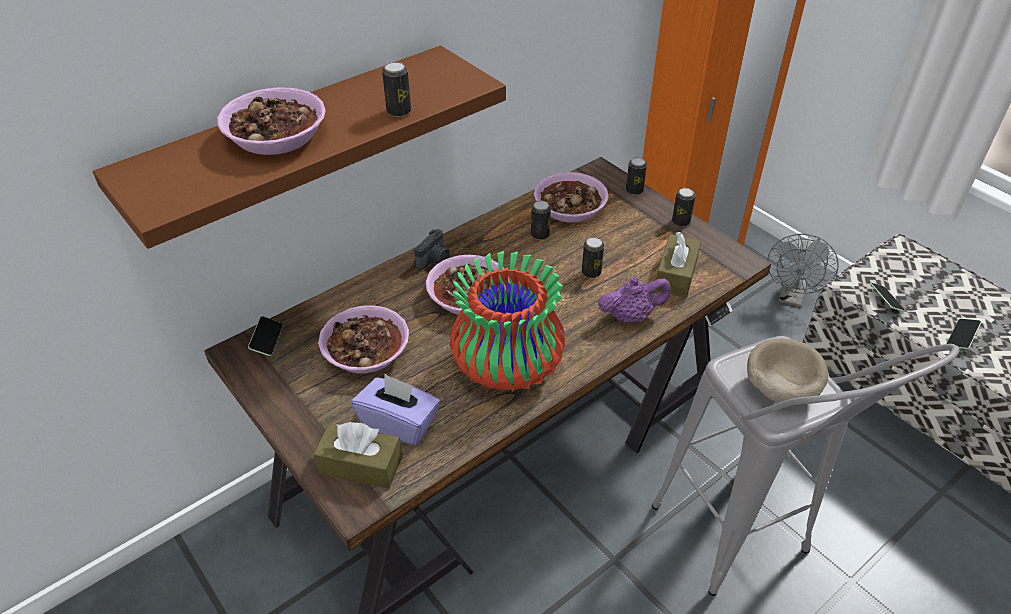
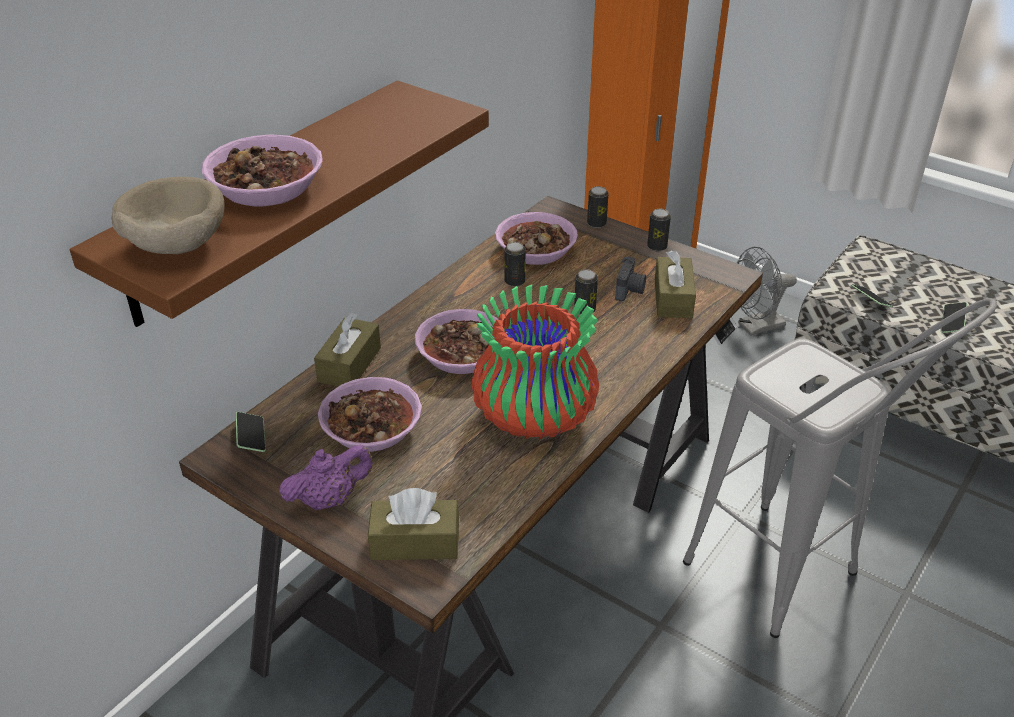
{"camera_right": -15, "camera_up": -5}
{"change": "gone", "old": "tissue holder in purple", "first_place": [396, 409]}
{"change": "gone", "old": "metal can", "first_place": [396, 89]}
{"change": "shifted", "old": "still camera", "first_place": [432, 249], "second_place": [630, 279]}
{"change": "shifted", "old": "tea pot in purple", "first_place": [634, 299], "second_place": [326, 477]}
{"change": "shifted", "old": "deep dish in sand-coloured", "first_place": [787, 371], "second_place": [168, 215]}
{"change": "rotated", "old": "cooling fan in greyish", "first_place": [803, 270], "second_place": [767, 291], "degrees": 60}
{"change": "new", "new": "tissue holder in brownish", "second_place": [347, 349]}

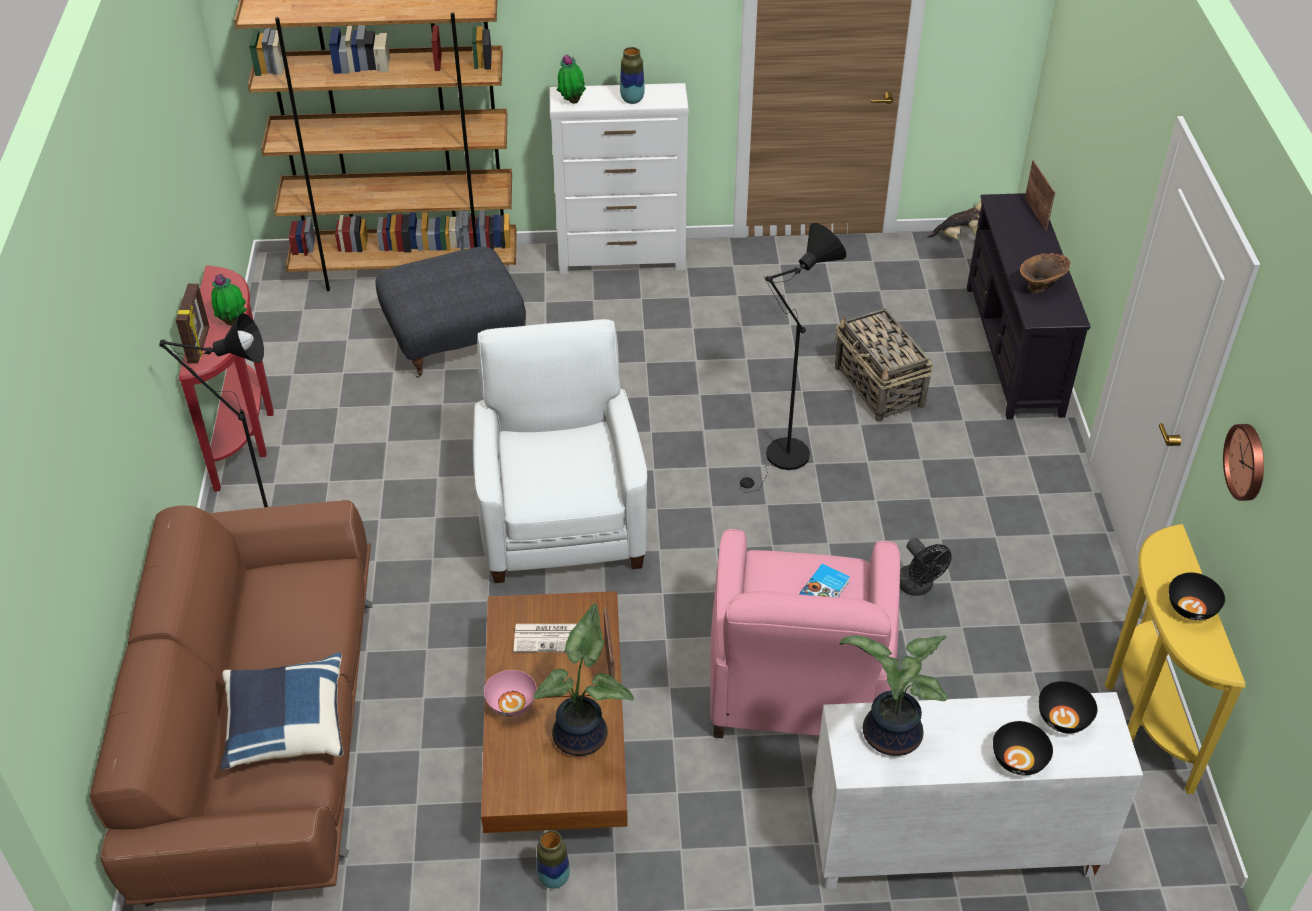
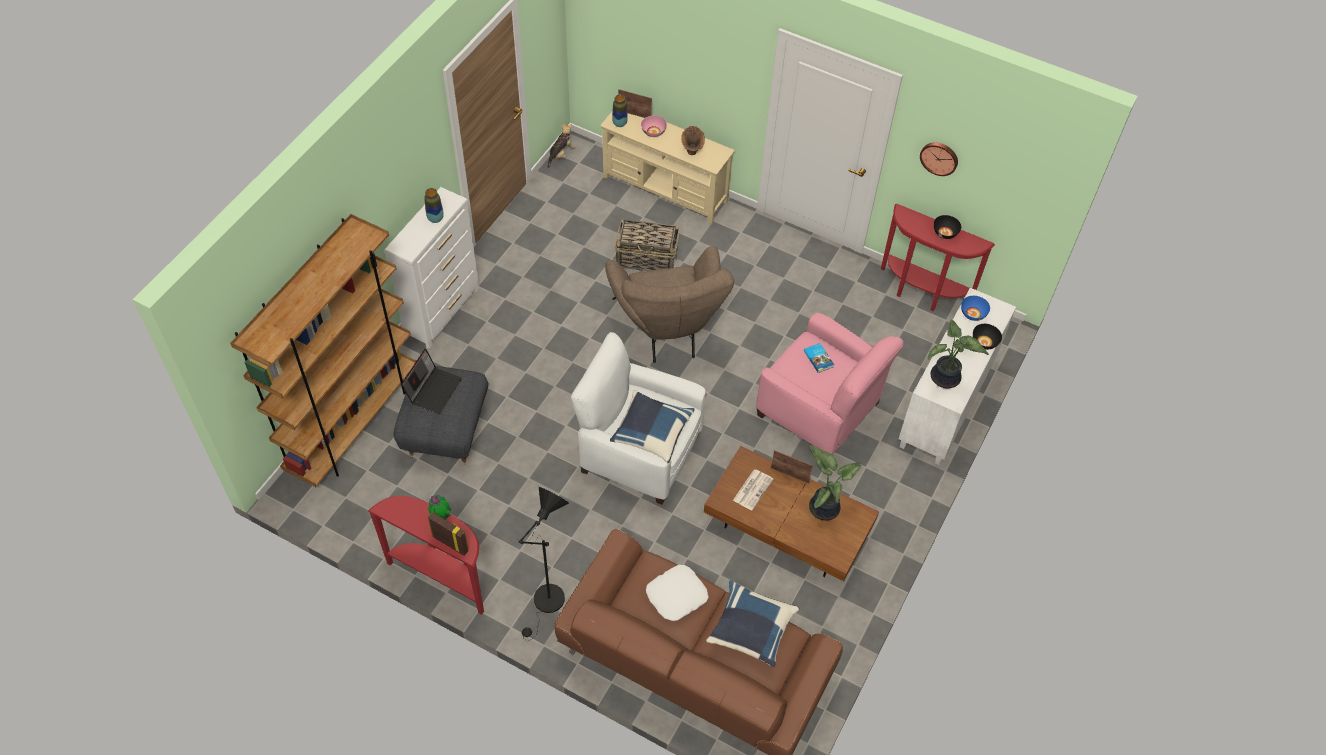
{"camera_right": -60, "camera_up": 10}
{"change": "shifted", "old": "deep dish in pinkish", "first_place": [510, 693], "second_place": [654, 126]}
{"change": "shifted", "old": "decorative vase", "first_place": [553, 859], "second_place": [620, 111]}
{"change": "gone", "old": "houseplant", "first_place": [571, 79]}
{"change": "swapped", "old": "standing lamp in black-coloured", "new": "easy chair in brownish", "first_place": [793, 358], "second_place": [669, 304]}
{"change": "gone", "old": "cooling fan in black-coloured", "first_place": [925, 567]}
{"change": "repainted", "old": "tv stand in black-coloured", "new": "tv stand in sand-coloured", "first_place": [1029, 306], "second_place": [667, 168]}
{"change": "repainted", "old": "deep dish in black-coloured", "new": "deep dish in blue-coloured", "first_place": [1068, 707], "second_place": [975, 308]}
{"change": "repainted", "old": "hall table in yellow", "new": "hall table in red-coloured", "first_place": [1175, 659], "second_place": [938, 258]}
{"change": "new", "new": "notebook computer", "second_place": [431, 381]}
{"change": "new", "new": "cushion in blue-coloured", "second_place": [652, 426]}
{"change": "new", "new": "cushion in white-coloured", "second_place": [677, 593]}

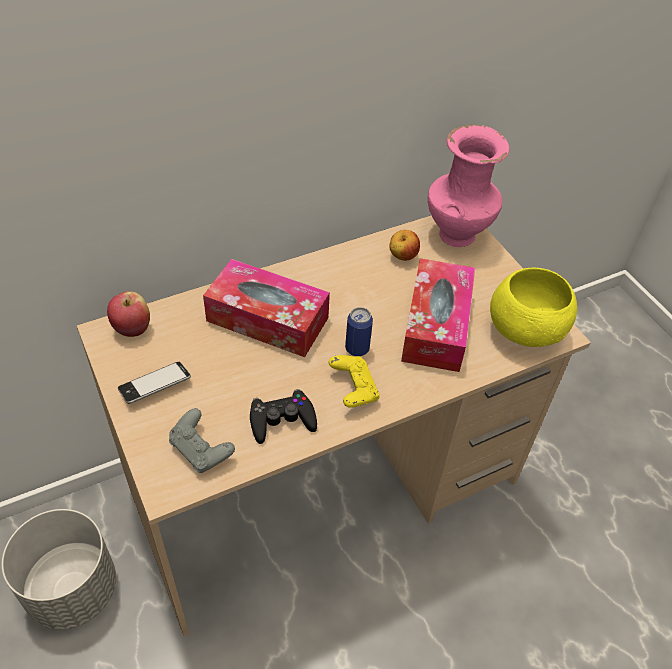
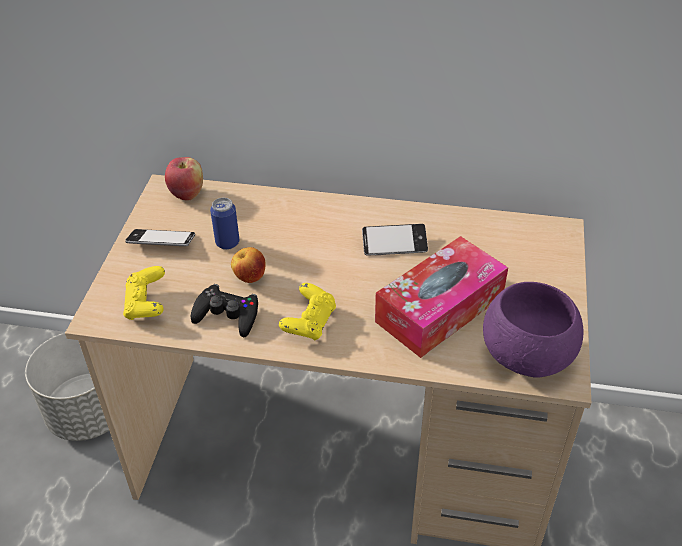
{"camera_right": 40, "camera_up": -5}
{"change": "repainted", "old": "gamepad in greyish", "new": "gamepad in yellow", "first_place": [202, 440], "second_place": [144, 293]}
{"change": "gone", "old": "tissue holder", "first_place": [266, 308]}
{"change": "shifted", "old": "metal can", "first_place": [359, 331], "second_place": [224, 224]}
{"change": "shifted", "old": "apple", "first_place": [404, 245], "second_place": [248, 265]}
{"change": "gone", "old": "decorative vase in pinkish", "first_place": [468, 186]}
{"change": "repainted", "old": "deep dish in yellow", "new": "deep dish in purple", "first_place": [533, 307], "second_place": [533, 330]}
{"change": "new", "new": "telephone", "second_place": [395, 240]}

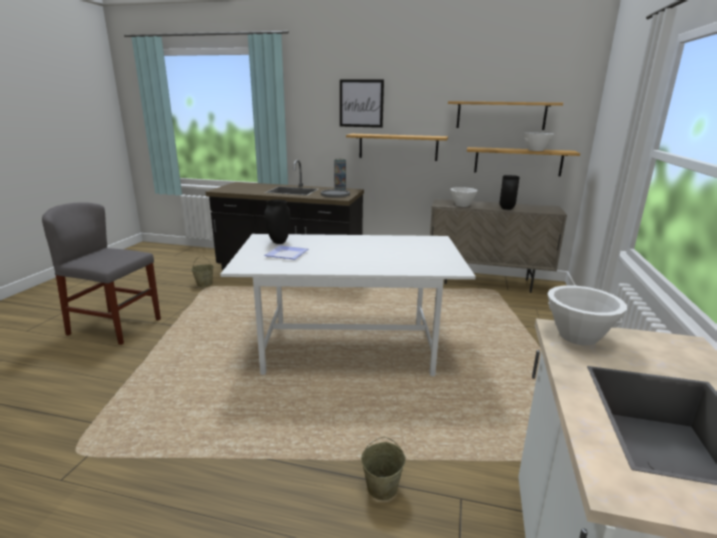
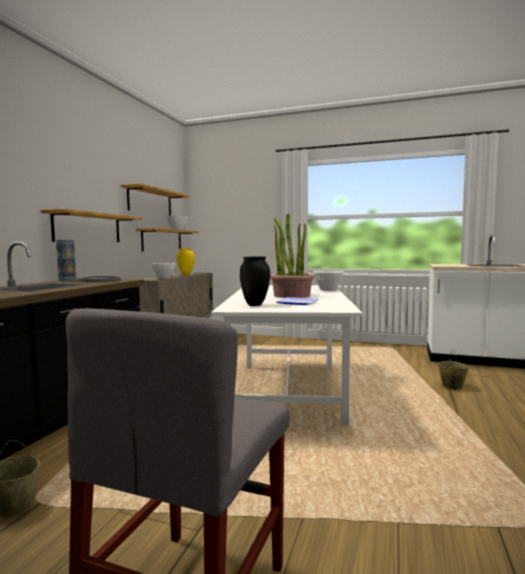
{"camera_right": -85, "camera_up": -15}
{"change": "gone", "old": "picture", "first_place": [362, 103]}
{"change": "repainted", "old": "decorative vase in black-coloured", "new": "decorative vase in yellow", "first_place": [510, 192], "second_place": [186, 262]}
{"change": "shifted", "old": "deep dish in white-coloured", "first_place": [587, 315], "second_place": [328, 281]}
{"change": "new", "new": "houseplant", "second_place": [292, 255]}

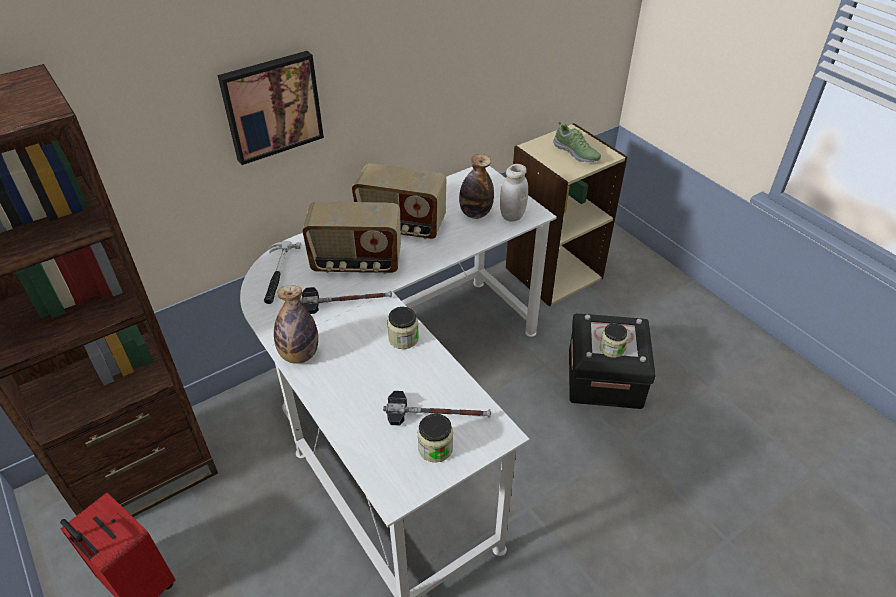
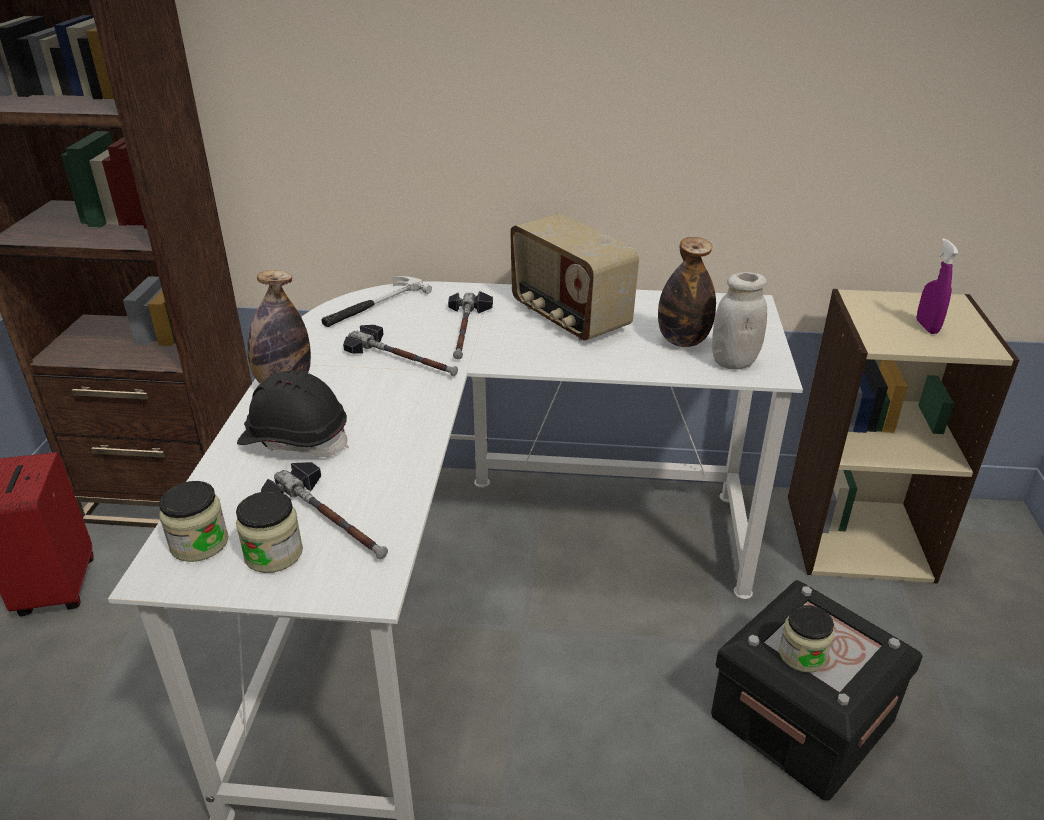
{"camera_right": 40, "camera_up": -10}
{"change": "gone", "old": "picture", "first_place": [271, 108]}
{"change": "swapped", "old": "radio receiver", "new": "tool hammer", "first_place": [351, 238], "second_place": [470, 325]}
{"change": "shifted", "old": "storage jar", "first_place": [403, 328], "second_place": [194, 521]}
{"change": "swapped", "old": "shoe", "new": "hand sprayer in purple", "first_place": [577, 141], "second_place": [937, 286]}
{"change": "new", "new": "work helmet in black-coloured", "second_place": [293, 413]}

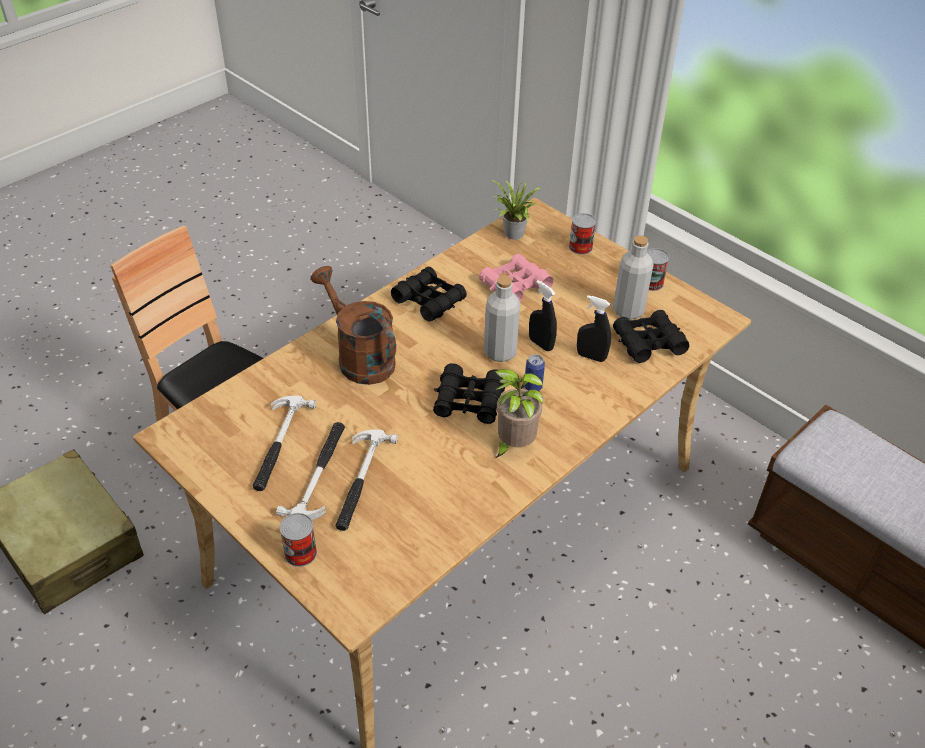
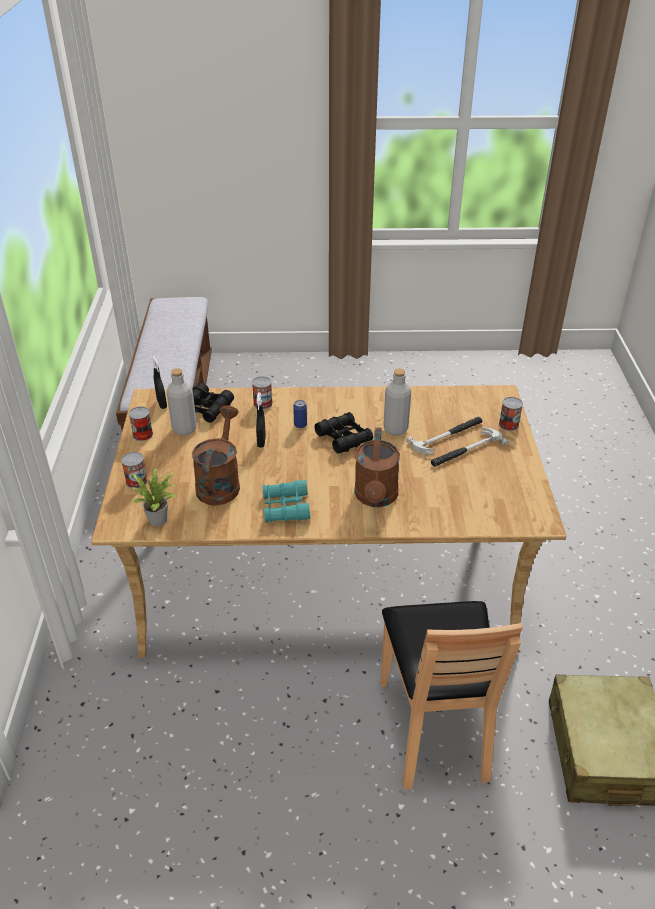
{"camera_right": -135, "camera_up": -5}
{"change": "gone", "old": "tool hammer", "first_place": [284, 443]}
{"change": "repainted", "old": "pair of binoculars in black-coloured", "new": "pair of binoculars in turquoise-coloured", "first_place": [429, 294], "second_place": [286, 501]}
{"change": "swapped", "old": "pair of binoculars in pinkish", "new": "sprinkling can in brownish", "first_place": [516, 278], "second_place": [216, 455]}
{"change": "shifted", "old": "bottle in greyish", "first_place": [502, 319], "second_place": [397, 402]}
{"change": "gone", "old": "houseplant", "first_place": [519, 413]}
{"change": "shifted", "old": "hand sprayer in black-coloured", "first_place": [594, 328], "second_place": [159, 382]}
{"change": "new", "new": "metal can", "second_place": [262, 392]}

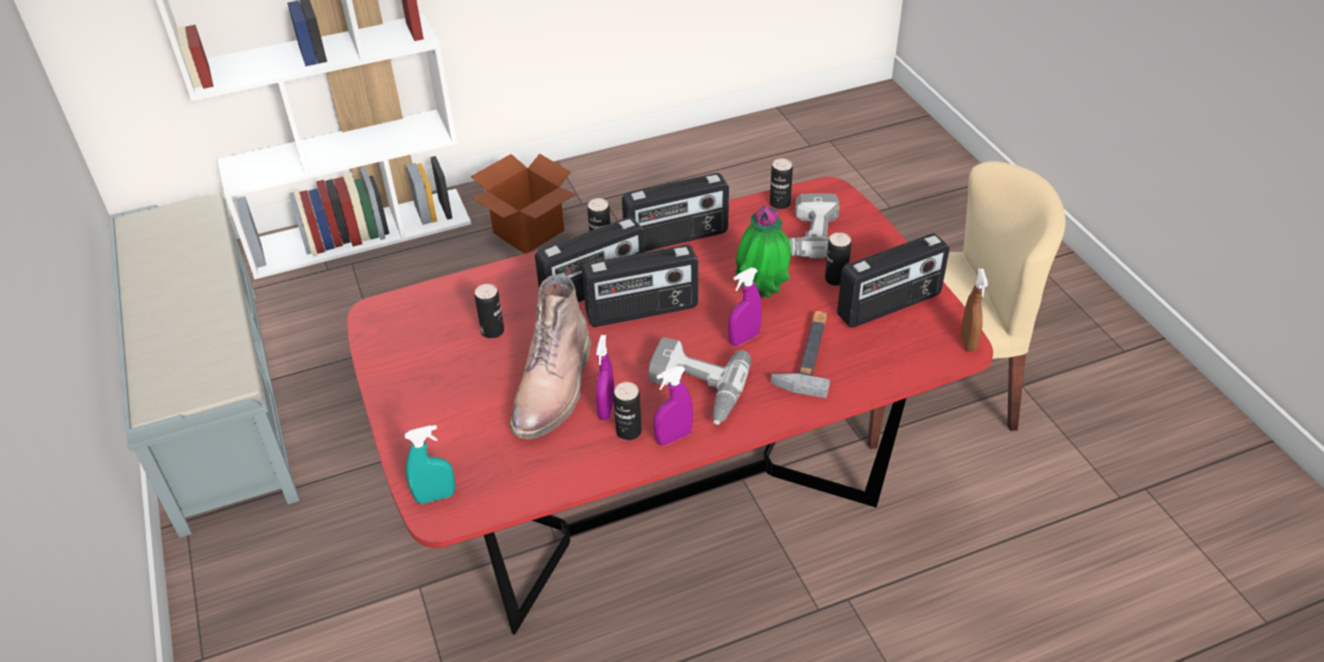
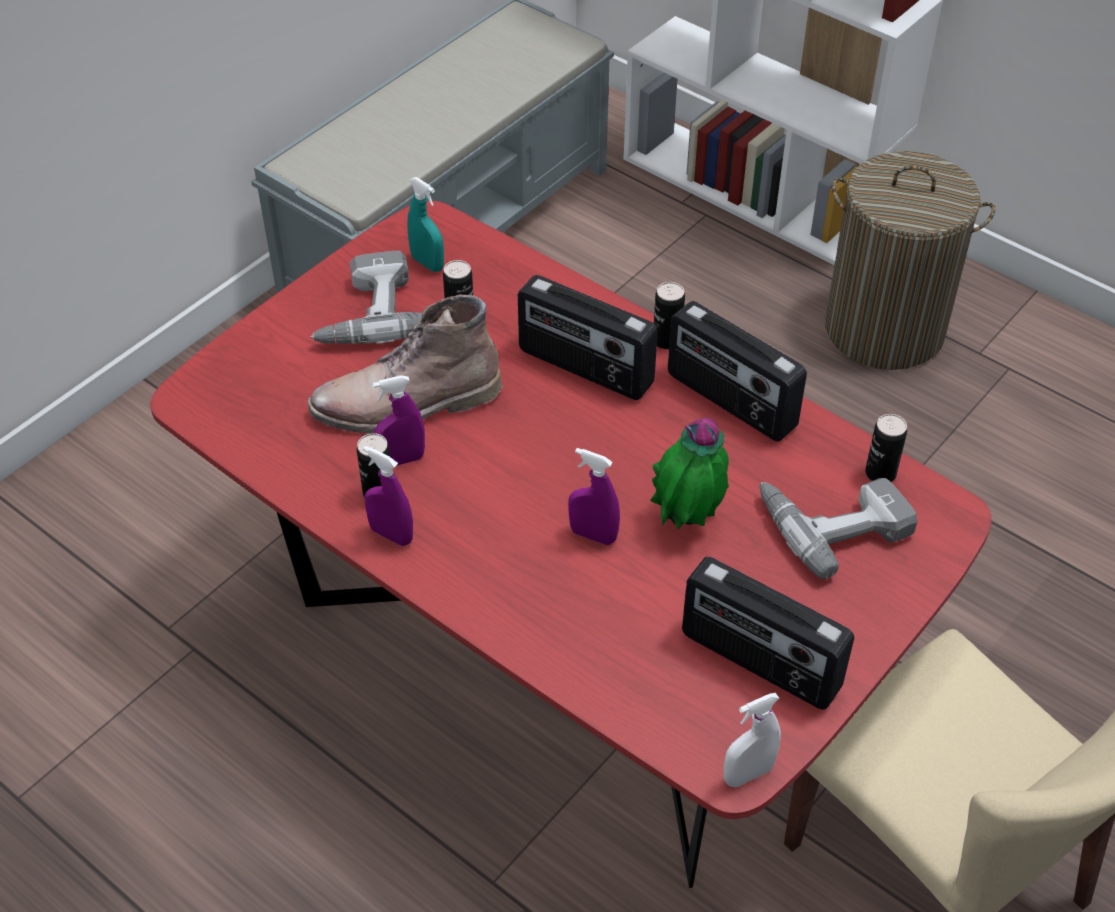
{"camera_right": 60, "camera_up": 5}
{"change": "shifted", "old": "hand sprayer in turquoise-coloured", "first_place": [430, 464], "second_place": [425, 224]}
{"change": "swapped", "old": "packing box", "new": "washing basket", "first_place": [523, 204], "second_place": [910, 260]}
{"change": "gone", "old": "radio receiver", "first_place": [640, 286]}
{"change": "shifted", "old": "drill", "first_place": [699, 381], "second_place": [366, 297]}
{"change": "gone", "old": "tool hammer", "first_place": [800, 354]}
{"change": "gone", "old": "metal can", "first_place": [838, 259]}
{"change": "repainted", "old": "hand sprayer in brownish", "new": "hand sprayer in white-coloured", "first_place": [974, 310], "second_place": [752, 740]}

